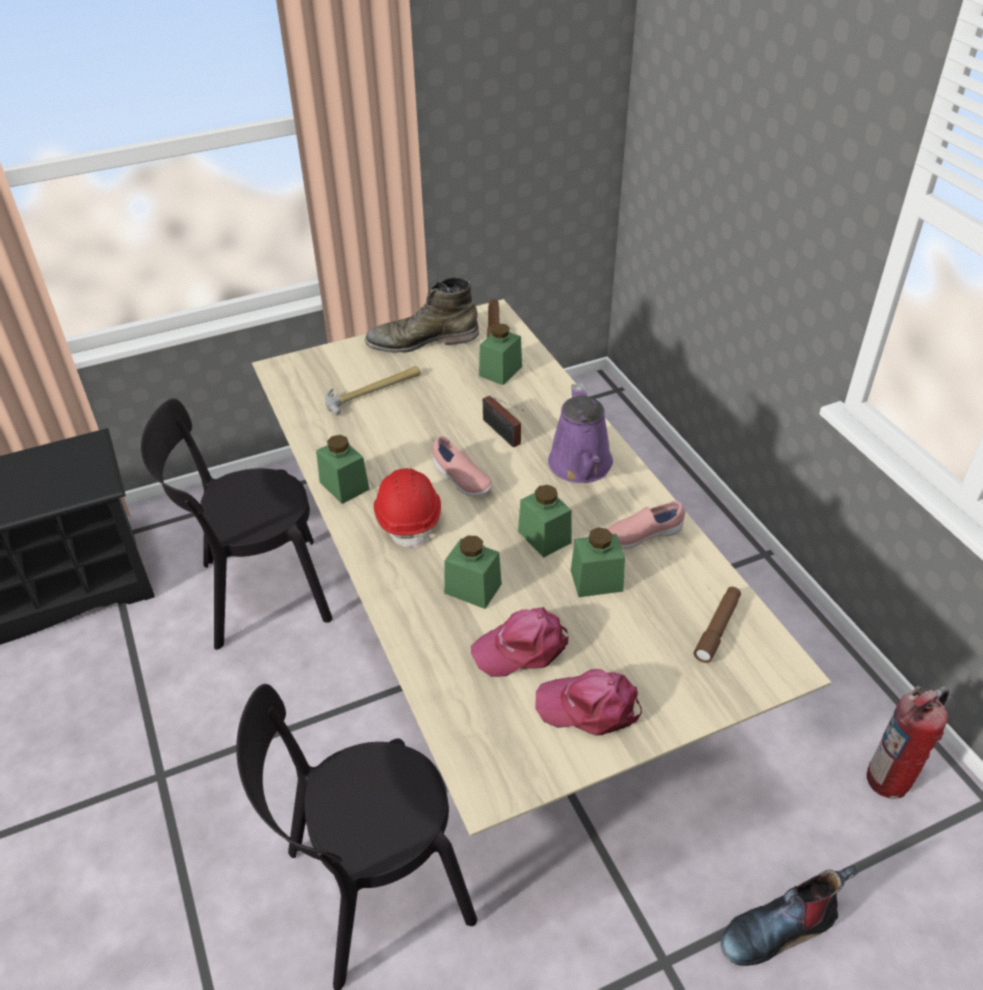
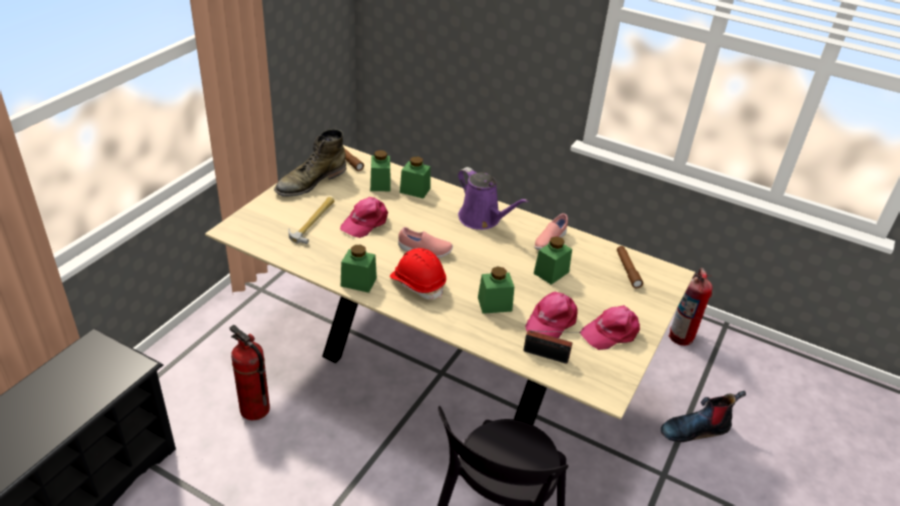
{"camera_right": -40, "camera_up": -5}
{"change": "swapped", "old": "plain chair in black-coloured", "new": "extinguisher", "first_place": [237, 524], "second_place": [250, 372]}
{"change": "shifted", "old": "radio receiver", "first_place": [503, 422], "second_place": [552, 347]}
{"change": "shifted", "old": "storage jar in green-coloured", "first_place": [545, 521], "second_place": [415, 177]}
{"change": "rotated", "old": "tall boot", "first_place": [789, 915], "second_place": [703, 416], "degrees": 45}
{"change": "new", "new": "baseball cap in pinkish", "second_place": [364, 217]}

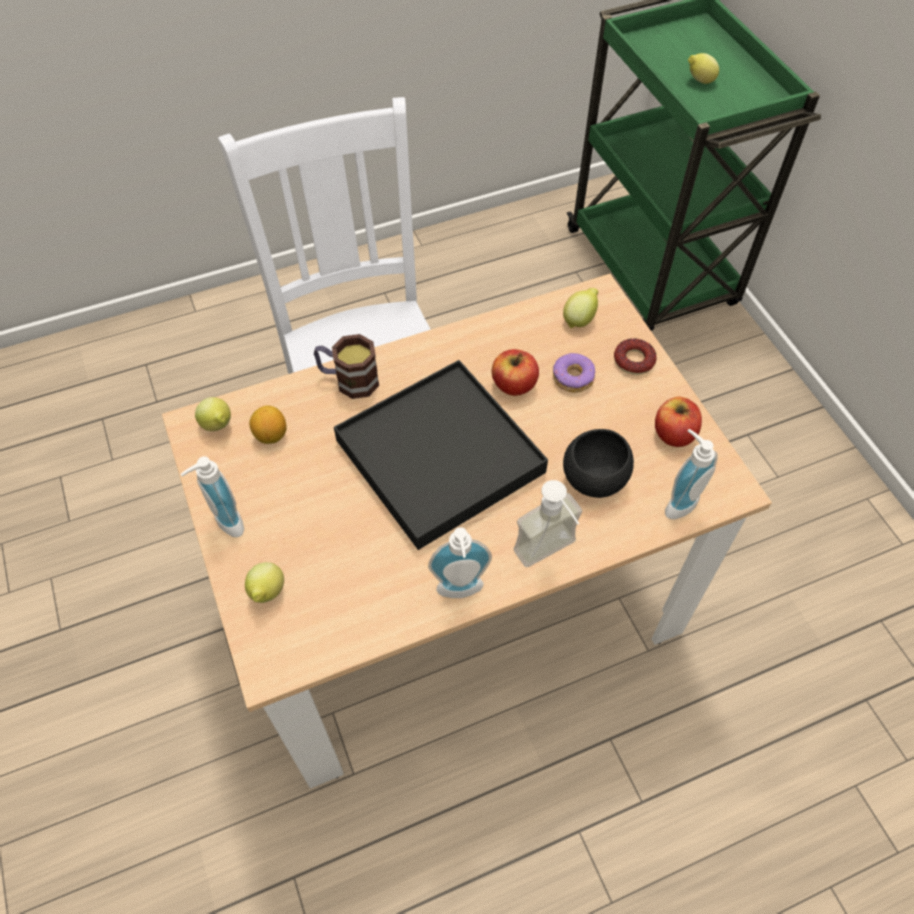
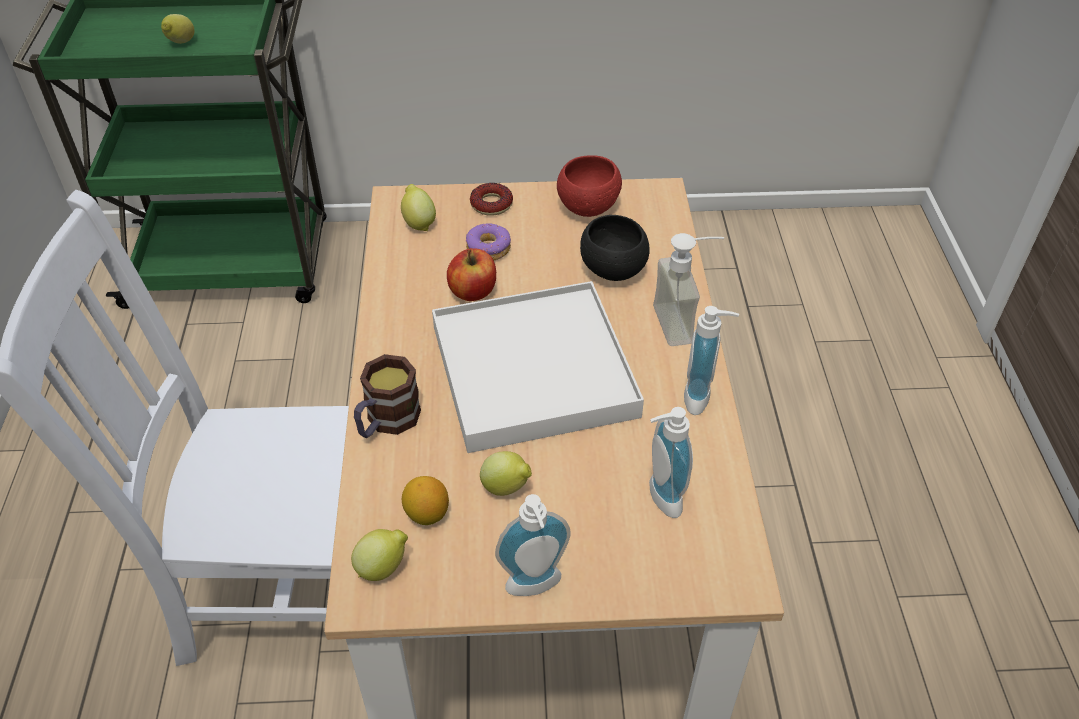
{"camera_right": -70, "camera_up": -10}
{"change": "shifted", "old": "citrus fruit", "first_place": [264, 582], "second_place": [506, 473]}
{"change": "repainted", "old": "carrying tray in black-coloured", "new": "carrying tray in white-coloured", "first_place": [441, 455], "second_place": [538, 367]}
{"change": "swapped", "old": "apple", "new": "deep dish in red-coloured", "first_place": [678, 422], "second_place": [589, 186]}
{"change": "shifted", "old": "soap bottle", "first_place": [691, 474], "second_place": [671, 462]}

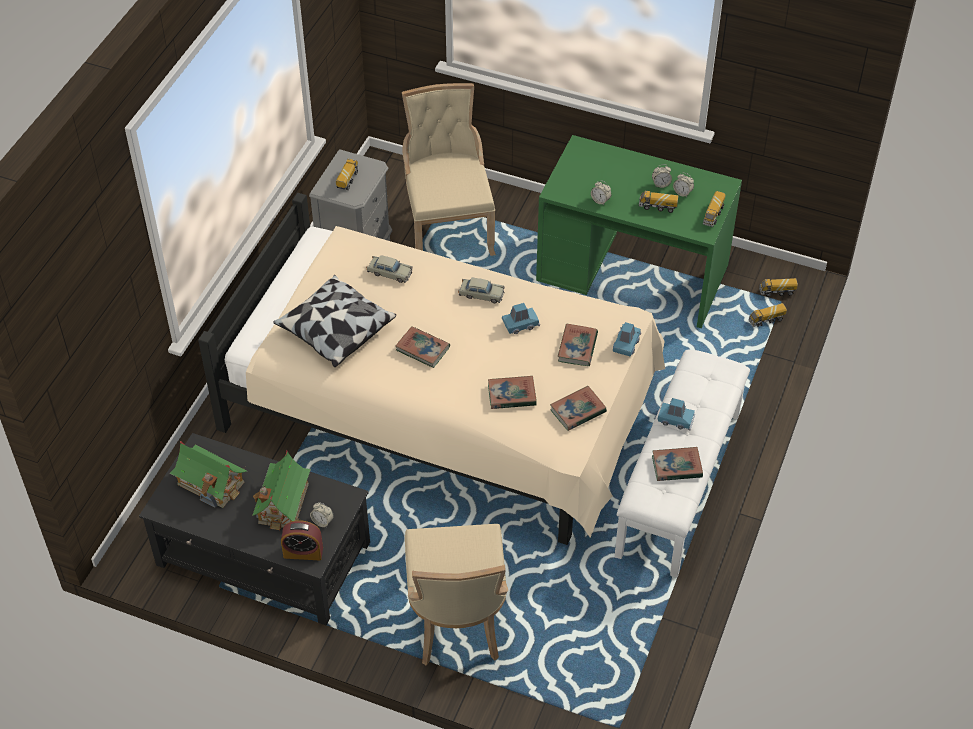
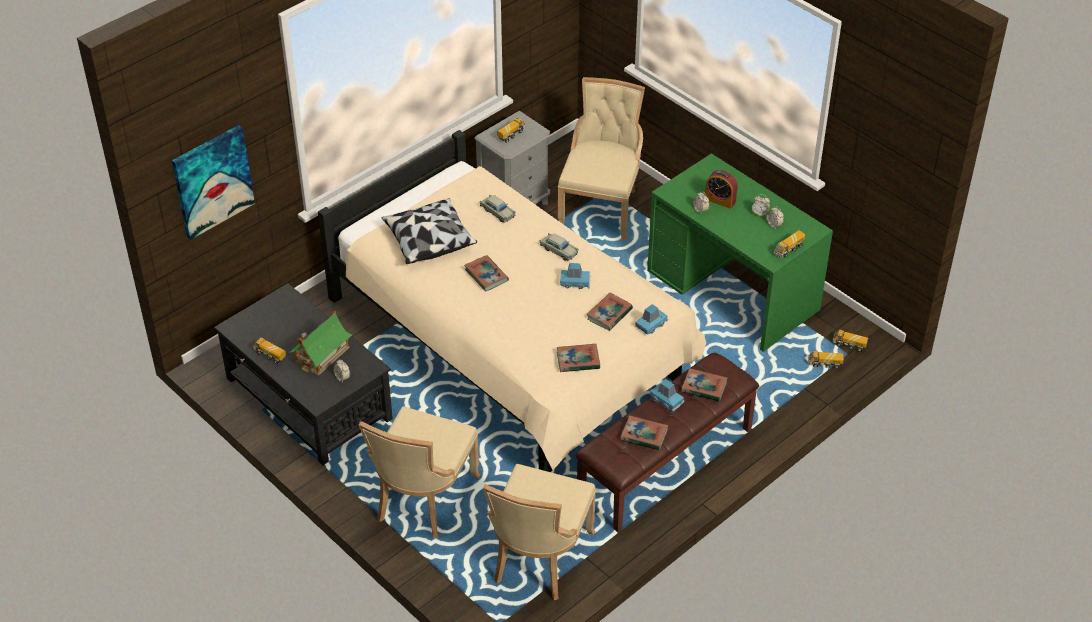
{"camera_right": 25, "camera_up": -5}
{"change": "gone", "old": "miniature house", "first_place": [208, 474]}
{"change": "shifted", "old": "bedside clock", "first_place": [302, 540], "second_place": [721, 189]}
{"change": "shifted", "old": "bound book", "first_place": [512, 392], "second_place": [704, 384]}
{"change": "repainted", "old": "long seat in white-coloured", "new": "long seat in brownish", "first_place": [682, 464], "second_place": [667, 443]}
{"change": "shifted", "old": "toy truck", "first_place": [659, 202], "second_place": [269, 350]}
{"change": "new", "new": "picture", "second_place": [213, 182]}
{"change": "new", "new": "plain chair in sand-coloured", "second_place": [539, 532]}

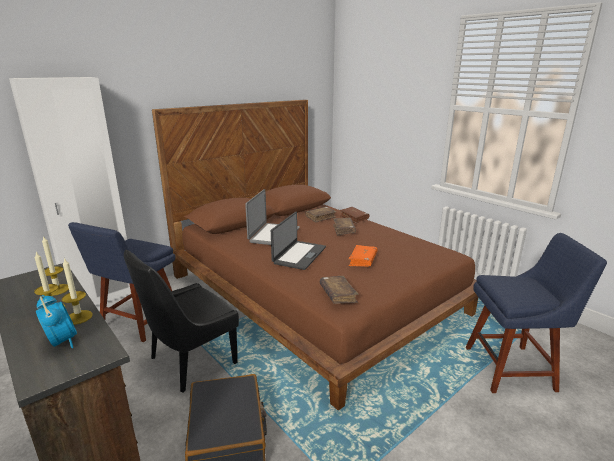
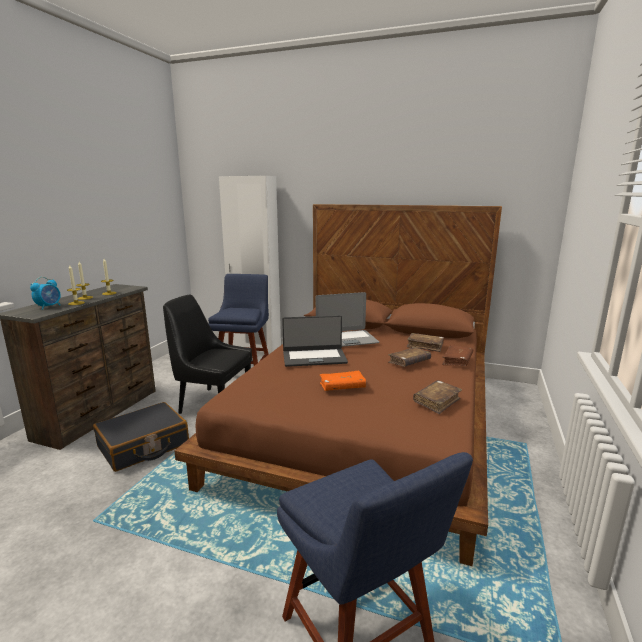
{"camera_right": 60, "camera_up": -5}
{"change": "rotated", "old": "plain chair in blue-coloured", "first_place": [121, 282], "second_place": [238, 320], "degrees": 105}
{"change": "shifted", "old": "bound book in brownish", "first_place": [339, 290], "second_place": [437, 397]}

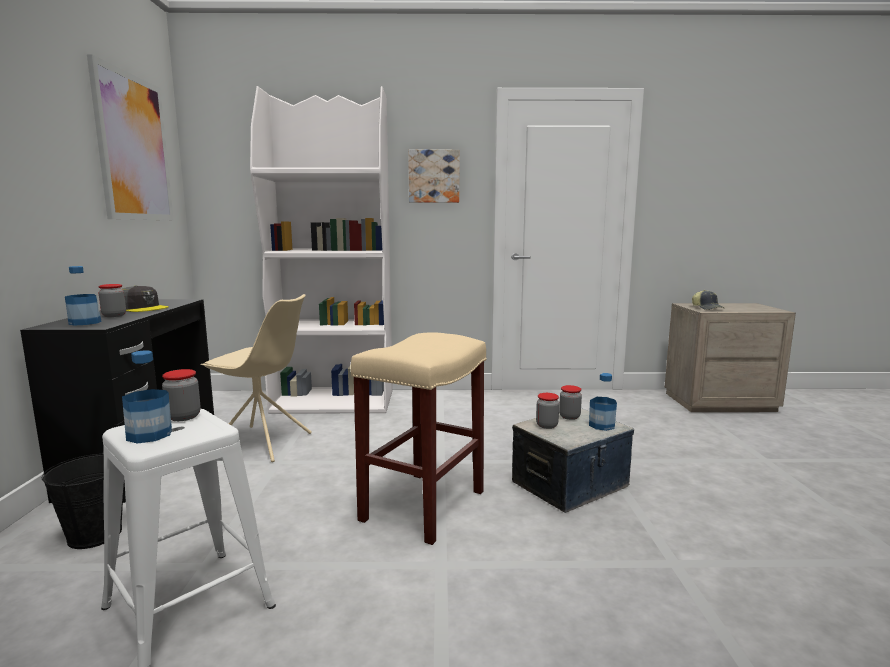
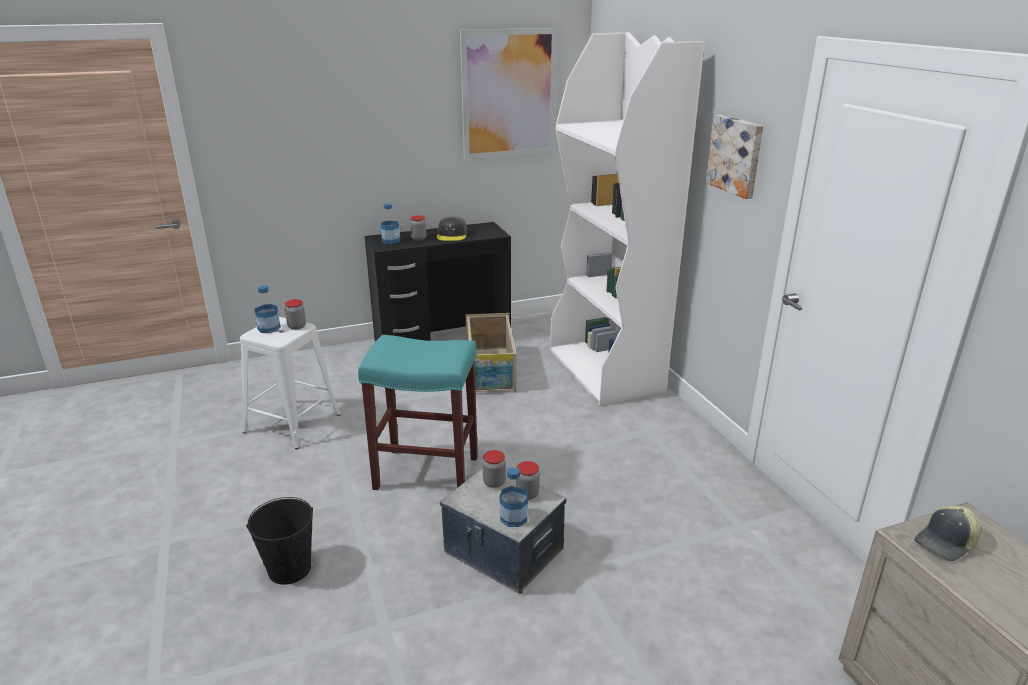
{"camera_right": 70, "camera_up": 15}
{"change": "shifted", "old": "bucket in black-coloured", "first_place": [83, 500], "second_place": [279, 541]}
{"change": "swapped", "old": "plain chair in sand-coloured", "new": "crate", "first_place": [256, 378], "second_place": [491, 352]}
{"change": "repainted", "old": "stool seat in sand-coloured", "new": "stool seat in turquoise-coloured", "first_place": [419, 438], "second_place": [418, 412]}

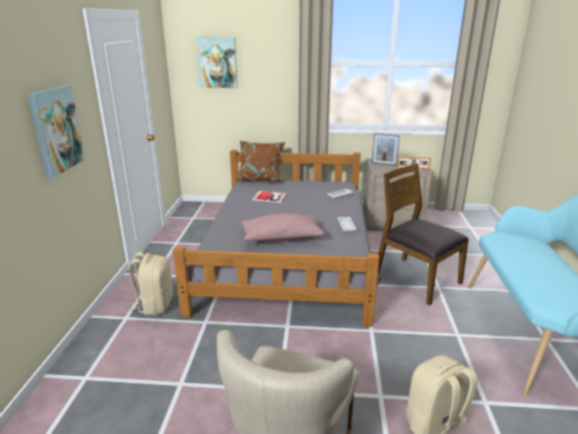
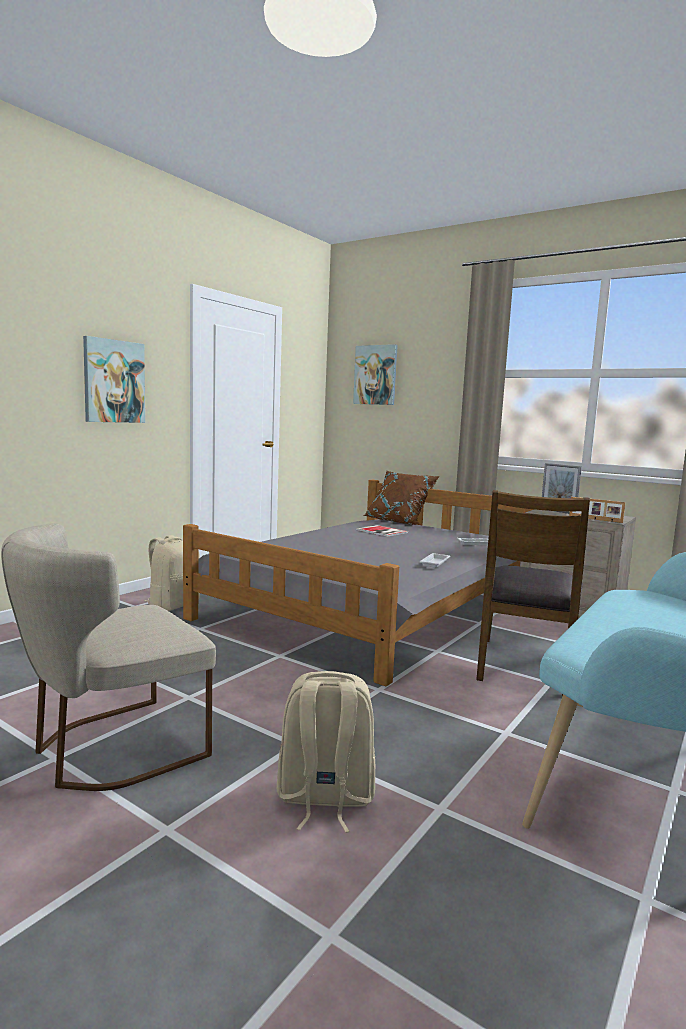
{"camera_right": 30, "camera_up": -15}
{"change": "gone", "old": "cushion in pinkish", "first_place": [282, 227]}
{"change": "rotated", "old": "plain chair in brownish", "first_place": [423, 234], "second_place": [533, 593], "degrees": -150}

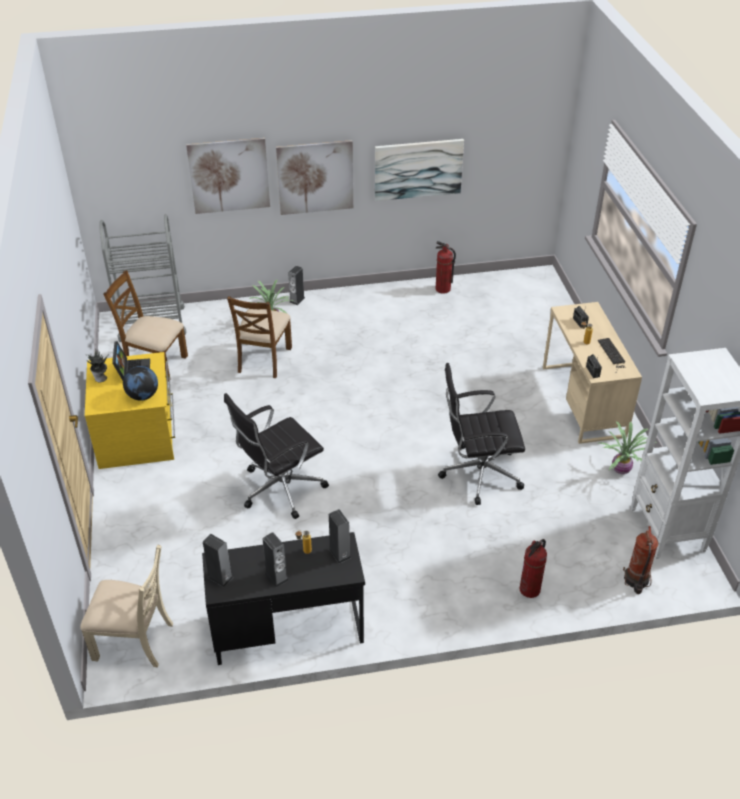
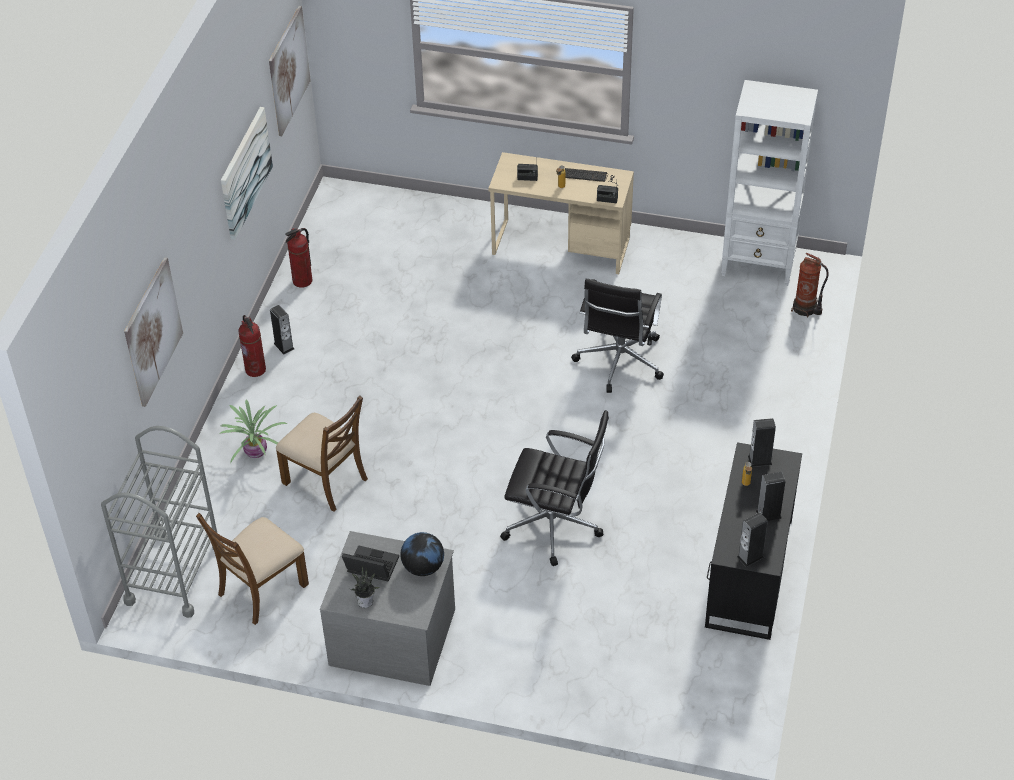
{"camera_right": -65, "camera_up": 5}
{"change": "gone", "old": "plain chair in sand-coloured", "first_place": [126, 605]}
{"change": "repainted", "old": "chest of drawers in yellow", "new": "chest of drawers in greyish", "first_place": [130, 410], "second_place": [387, 608]}
{"change": "rotated", "old": "office chair in black-coloured", "first_place": [276, 456], "second_place": [554, 488], "degrees": -60}
{"change": "shifted", "old": "picture", "first_place": [314, 177], "second_place": [290, 71]}
{"change": "shifted", "old": "audio speaker", "first_place": [296, 285], "second_place": [282, 329]}
{"change": "shifted", "old": "extinguisher", "first_place": [533, 568], "second_place": [252, 346]}
{"change": "gone", "old": "houseplant", "first_place": [627, 447]}

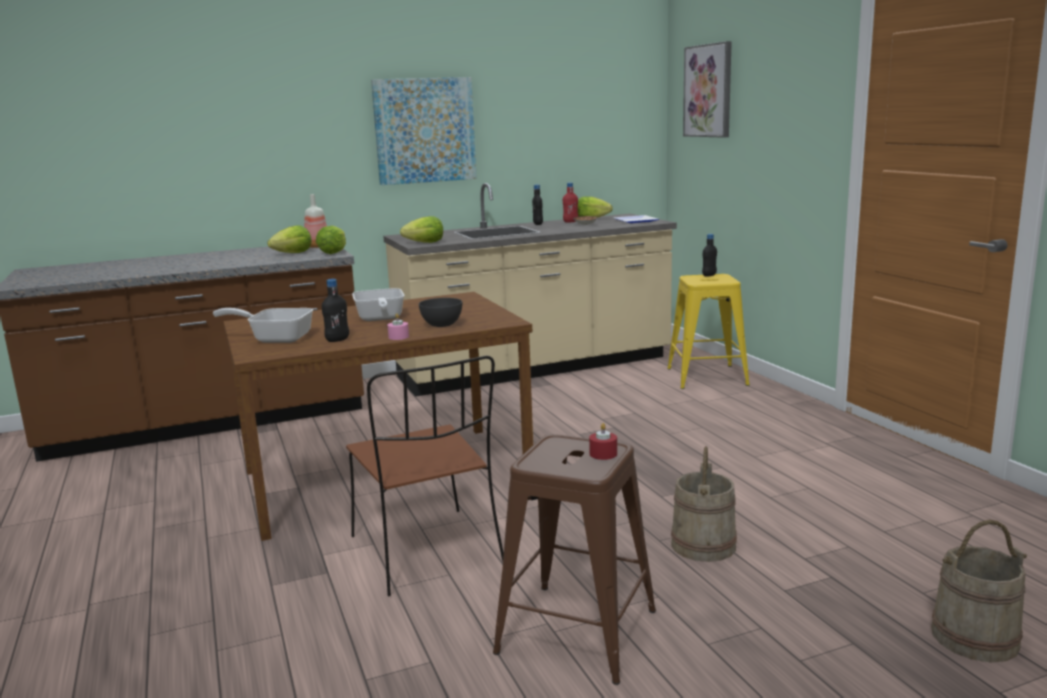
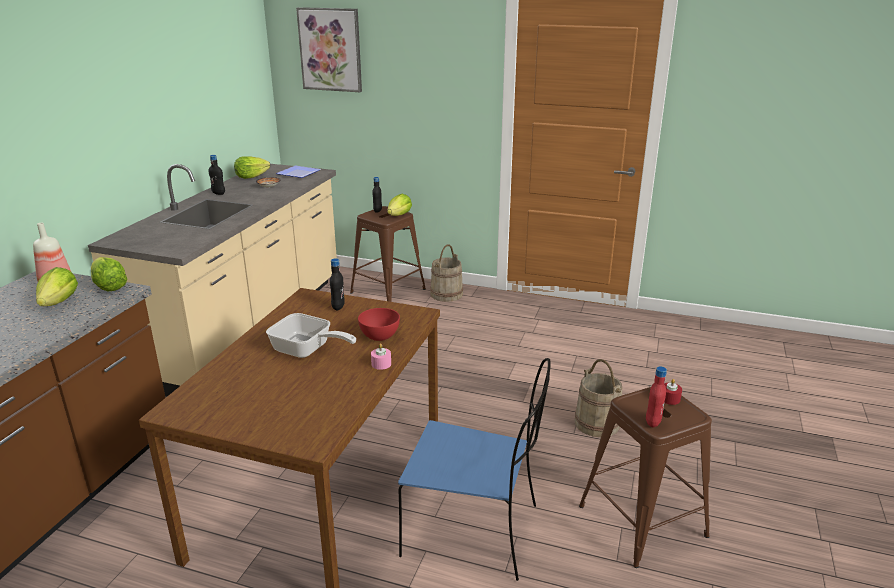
{"camera_right": -50, "camera_up": 10}
{"change": "gone", "old": "pan", "first_place": [263, 325]}
{"change": "shifted", "old": "bottle in black-coloured", "first_place": [335, 310], "second_place": [337, 284]}
{"change": "repainted", "old": "plain chair in brownish", "new": "plain chair in blue-coloured", "first_place": [425, 476], "second_place": [474, 469]}
{"change": "gone", "old": "picture", "first_place": [424, 131]}
{"change": "shifted", "old": "lettuce head", "first_place": [421, 229], "second_place": [399, 205]}
{"change": "repainted", "old": "deep dish in greyish", "new": "deep dish in red-coloured", "first_place": [440, 312], "second_place": [379, 324]}
{"change": "shifted", "old": "bottle in red-coloured", "first_place": [570, 202], "second_place": [656, 396]}
{"change": "repainted", "old": "stool seat in yellow", "new": "stool seat in brownish", "first_place": [708, 331], "second_place": [388, 254]}
{"change": "shifted", "old": "bucket in sand-coloured", "first_place": [979, 591], "second_place": [446, 273]}

